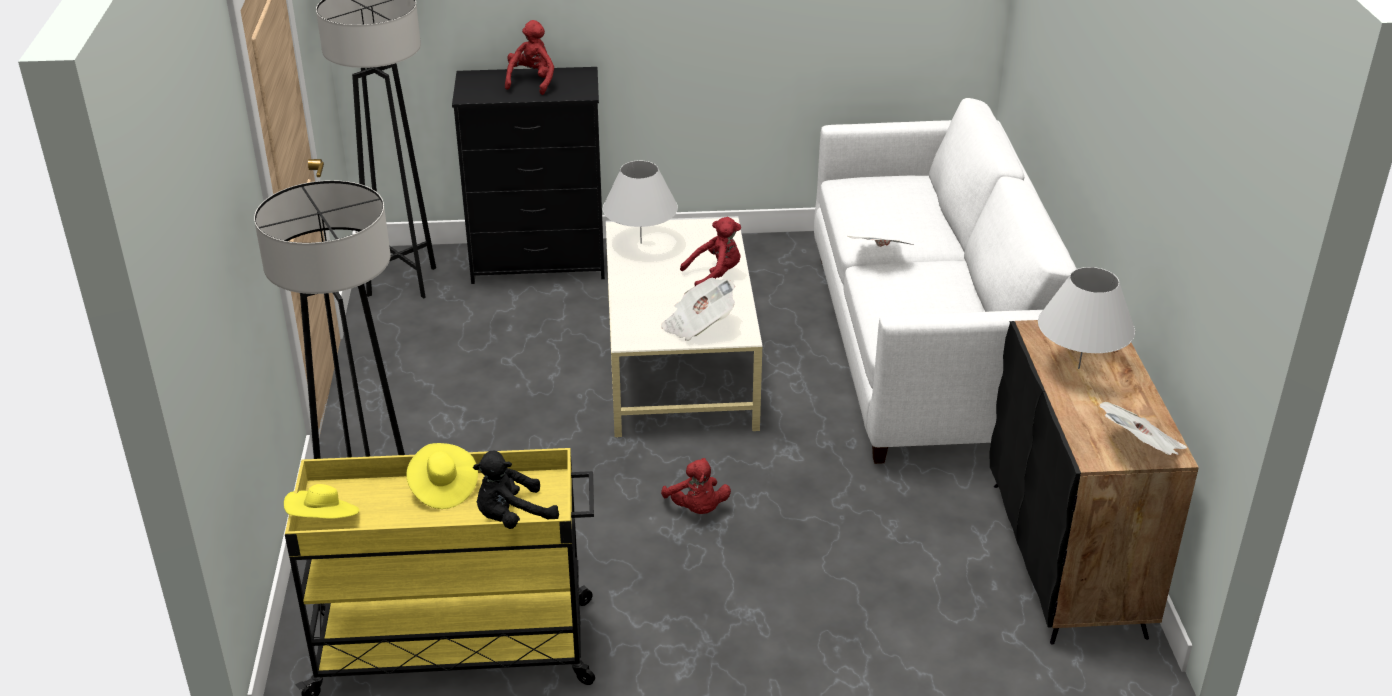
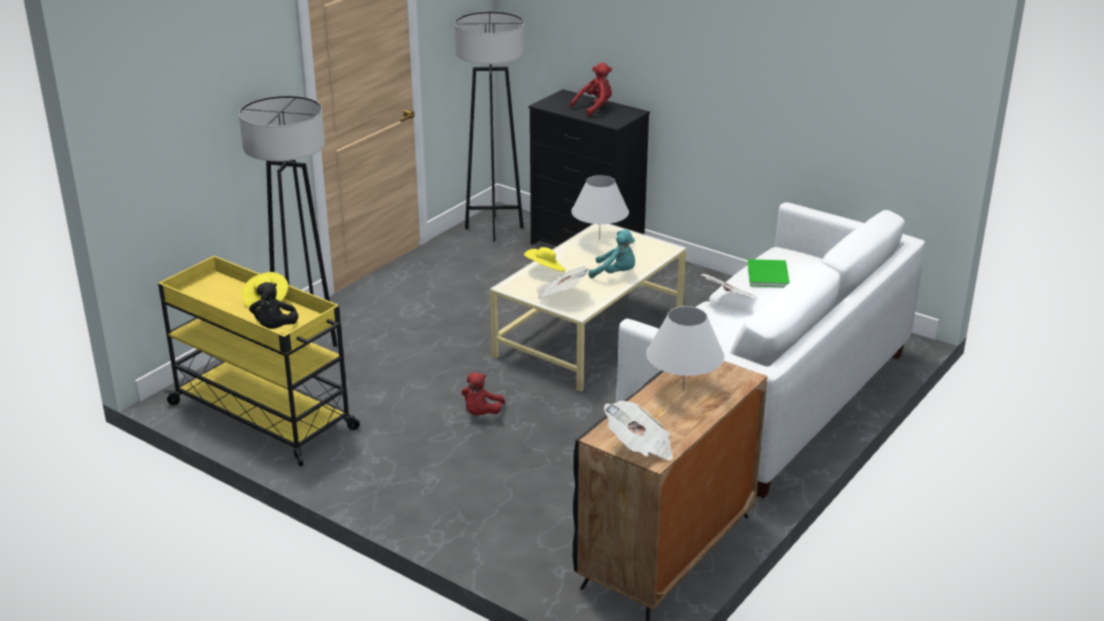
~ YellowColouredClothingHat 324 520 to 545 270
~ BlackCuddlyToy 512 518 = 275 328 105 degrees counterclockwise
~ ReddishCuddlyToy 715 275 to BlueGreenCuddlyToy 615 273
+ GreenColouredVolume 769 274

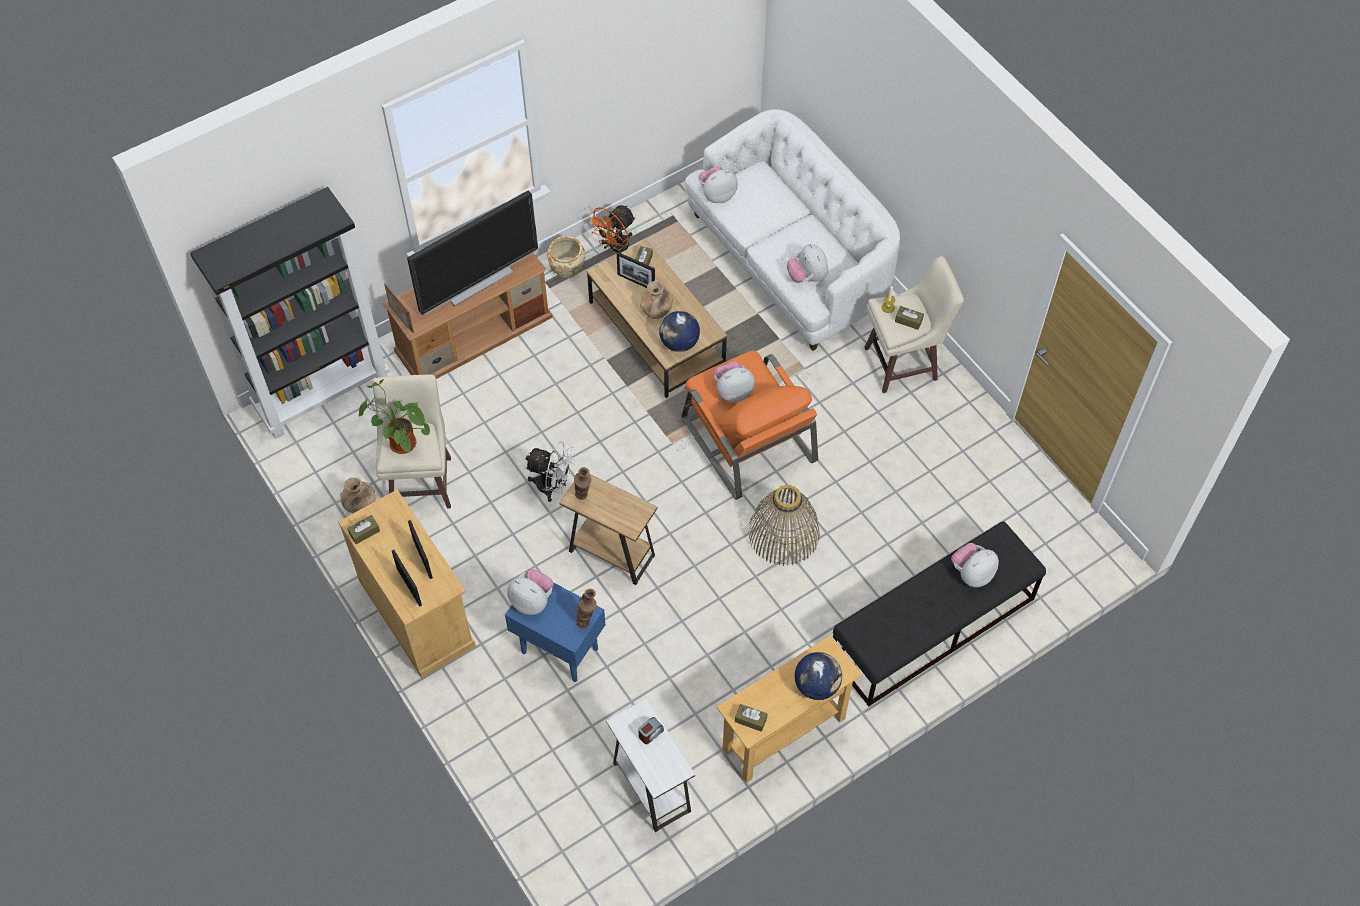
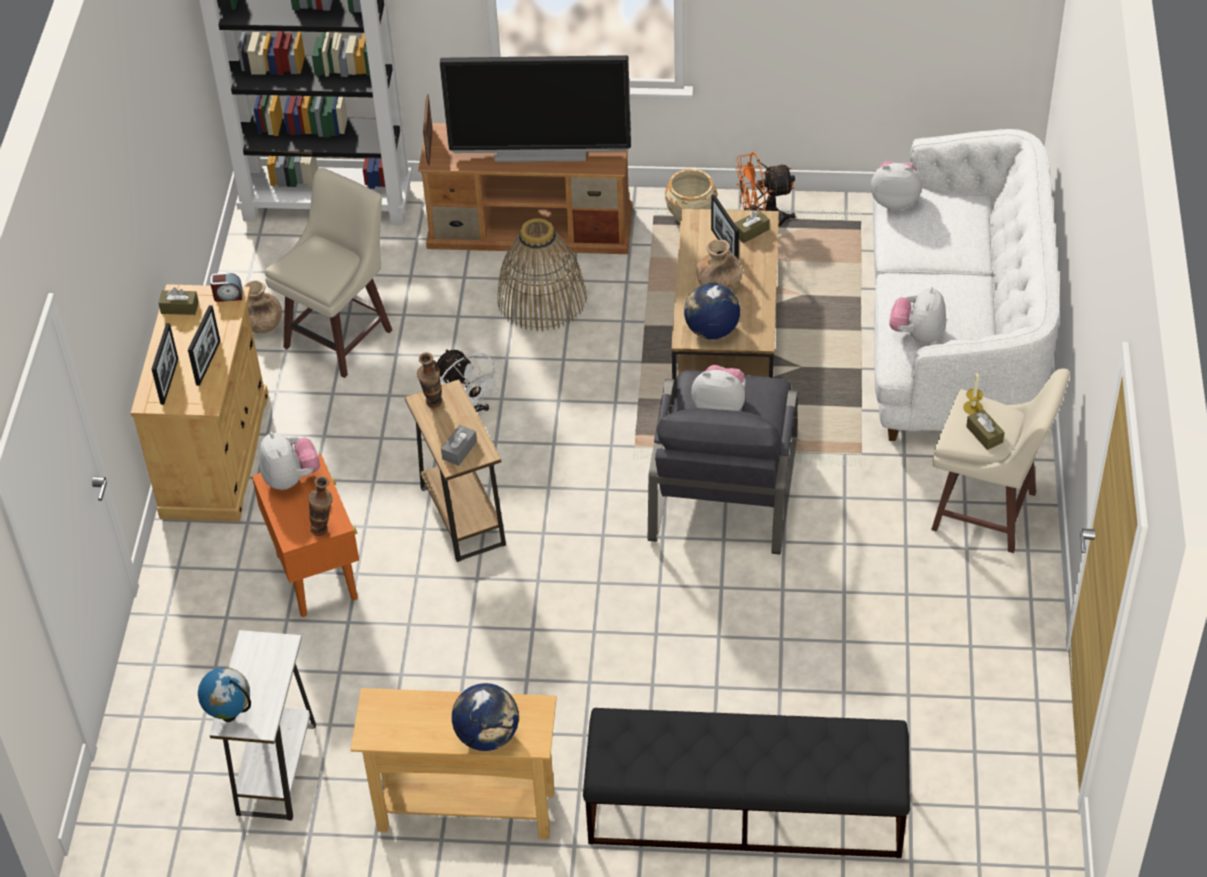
- PottedPlant 400 444
~ BlueSideTable 559 650 to OrangeySideTable 317 576
~ TableClock 650 734 to 228 295
~ OrangeyArmchair 747 438 to GreyishArmchair 723 488
- BrownColouredTissueHolder 750 720
~ StorageBasket 783 534 to 542 299
- CuddlyToy 972 574
+ WorldGlobe 230 715
+ GreyishTissueHolder 459 450

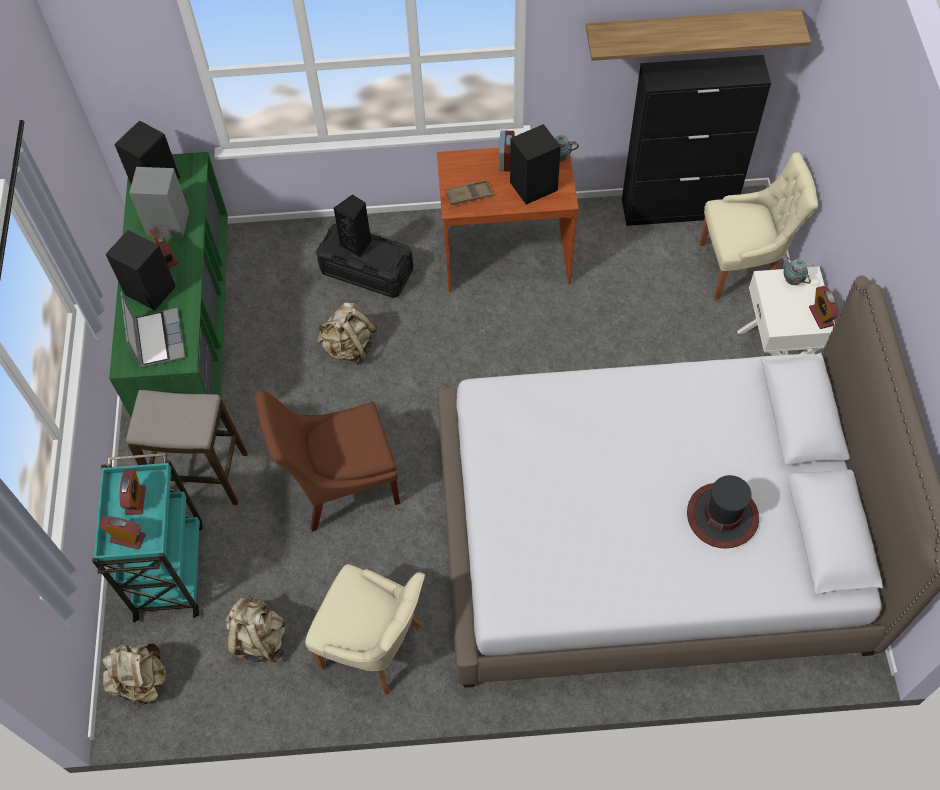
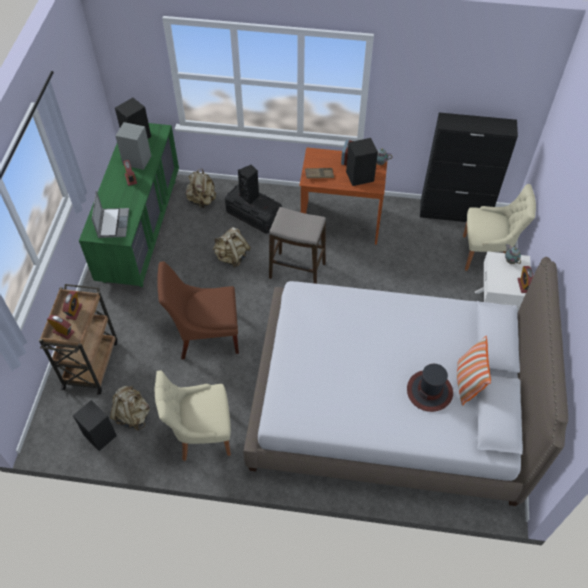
~ BlueGreenCart 169 568 to BrownColouredCart 91 363
~ BeigeKnapsack 141 681 to 202 200
~ BlackAudioSpeaker 151 291 to 100 435
~ SittingStool 202 476 to 297 271
~ BeigeChair 375 646 = 201 434 135 degrees clockwise
- WallShelf 690 31
+ ThrowPillow 467 382

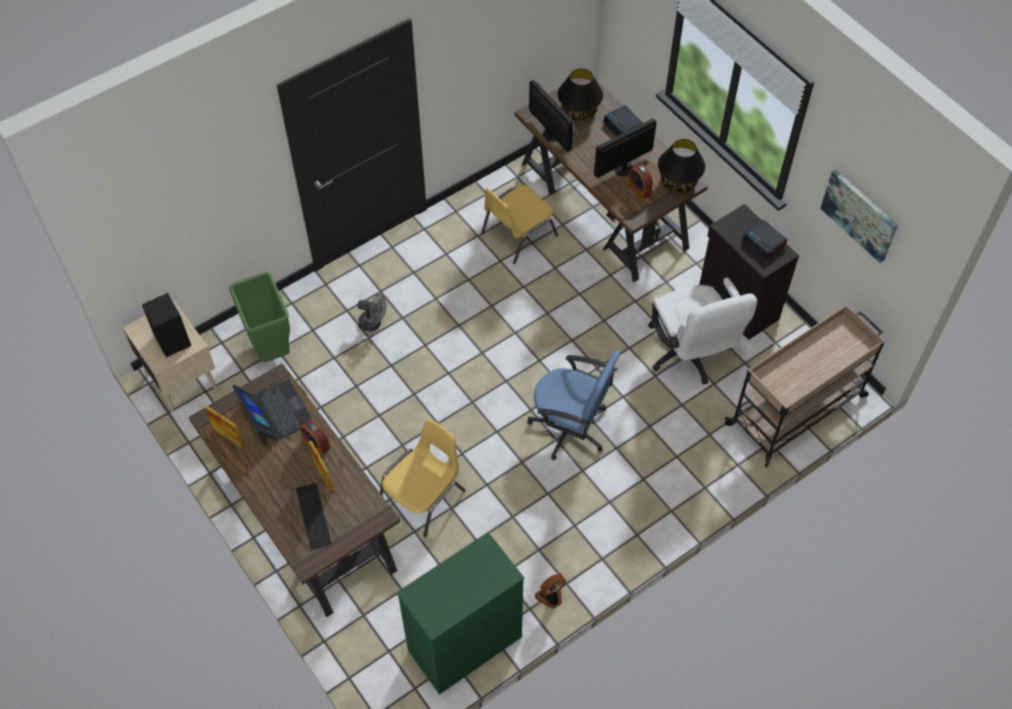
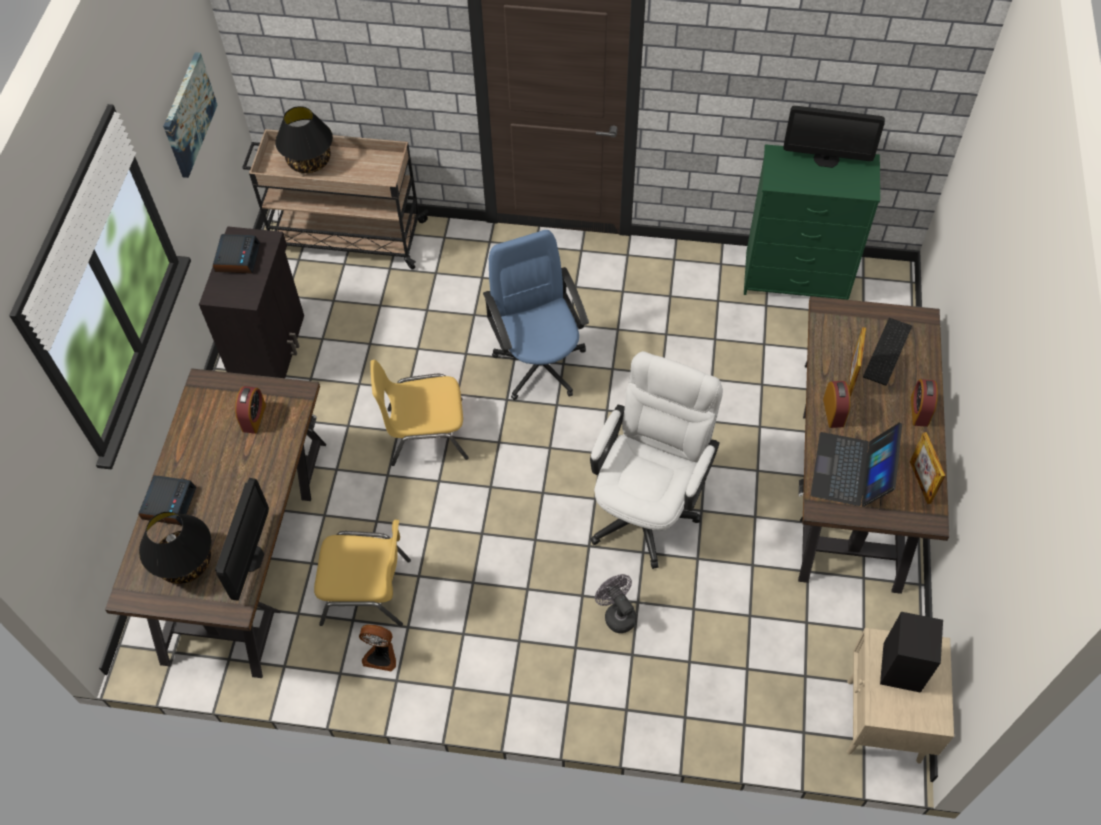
- GreenColouredWasteBin 271 349
~ YellowColouredChair 424 496 to 425 432
~ CoolingFan 551 597 to 381 655
~ Monitor 624 169 to 826 159
~ WhitishOfficeChair 690 355 to 647 505
~ BlackTableLamp 678 181 to 309 162
+ TableClock 919 411

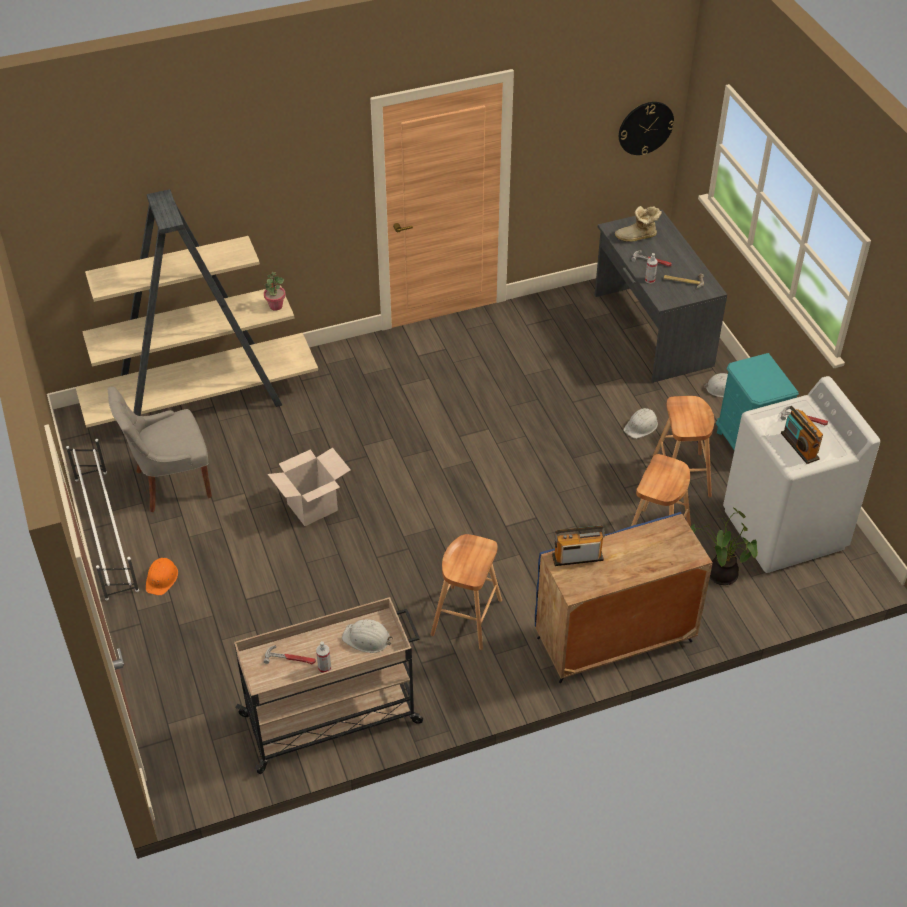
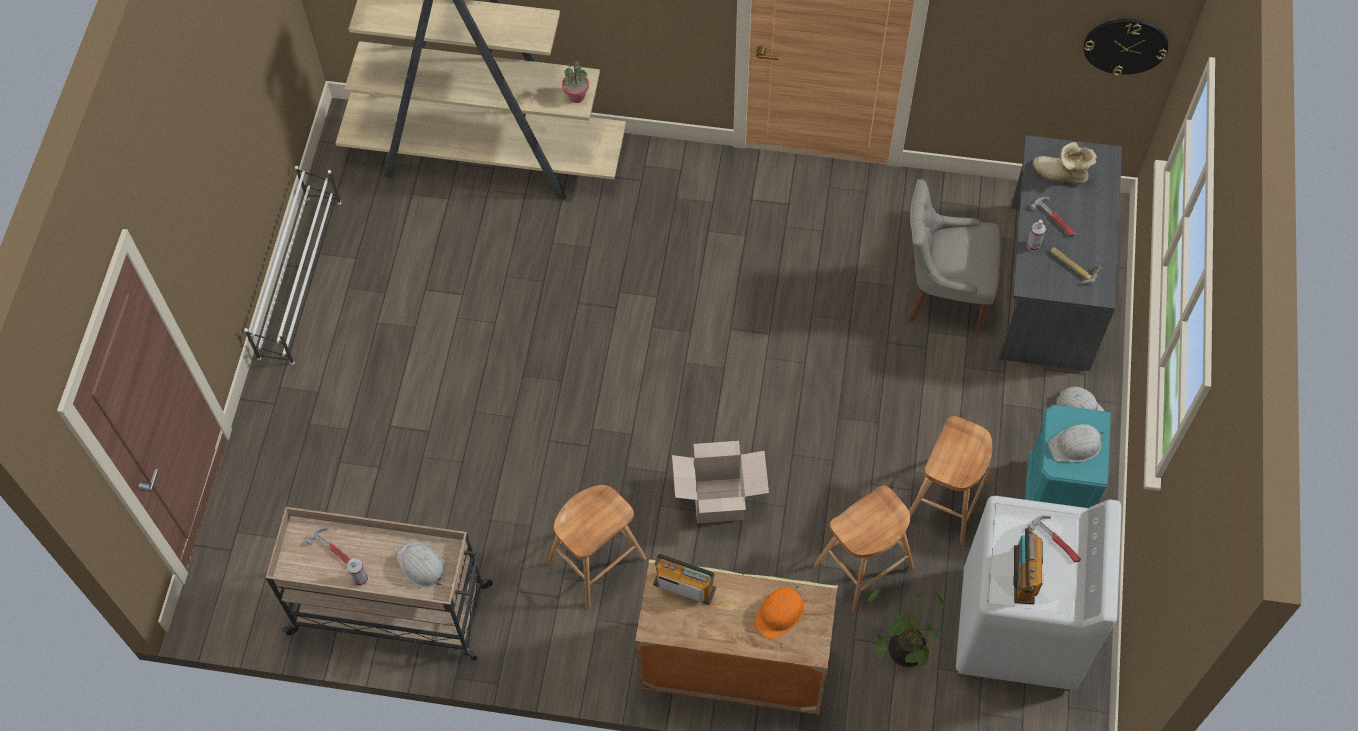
~ GreyishChair 171 483 to 943 294
~ OrangeyHardHat 162 578 to 780 613
~ Carton 312 507 to 718 501
~ BlueCupboard 613 640 to BeigeCupboard 732 668
~ WhitishHardHat 641 426 to 1076 445

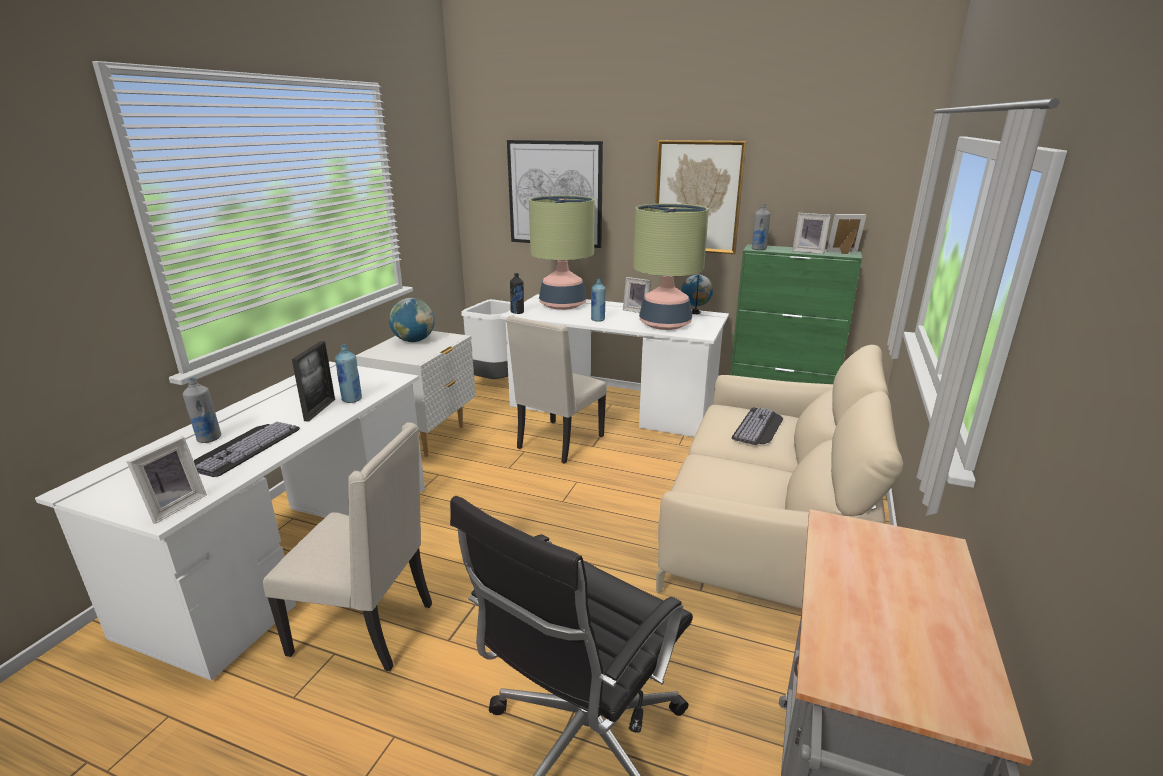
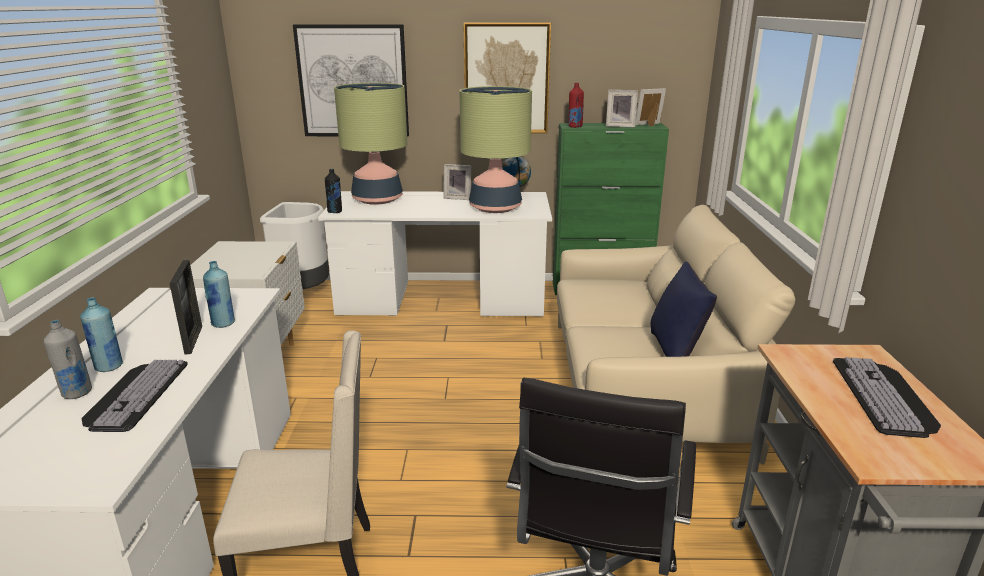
- PictureFrame 174 506
- WorldGlobe 414 341
- BeigeChair 558 443
~ BlueBottle 598 320 to 109 367
~ ComputerKeyboard 759 427 to 886 397
~ GreyishBottle 758 249 to ReddishBottle 575 126
+ BlueThrowPillow 676 351

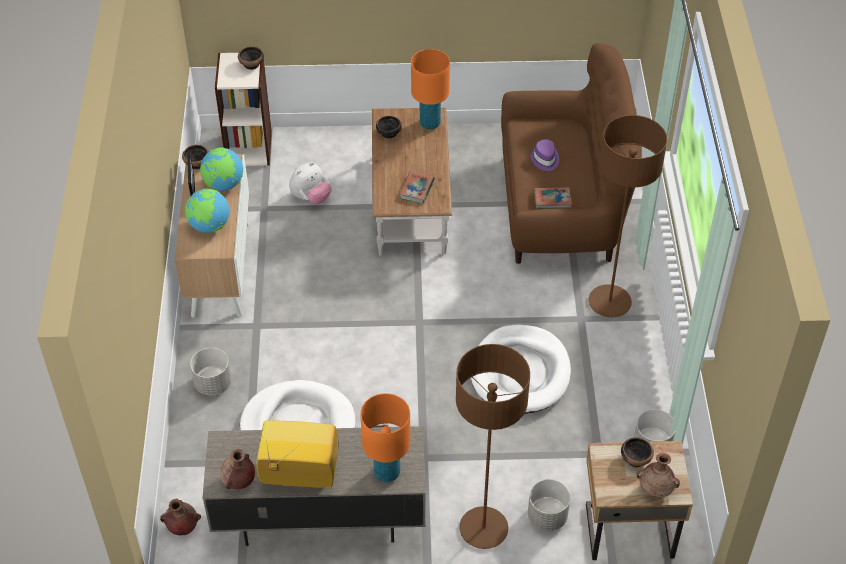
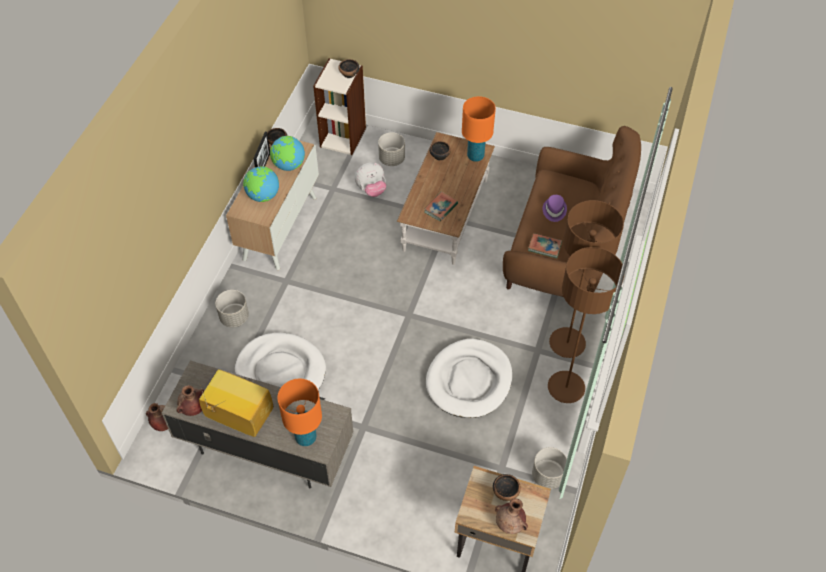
~ BrownColouredStandardLamp 483 529 to 566 388
~ GreyishPlanter 547 517 to 392 159

